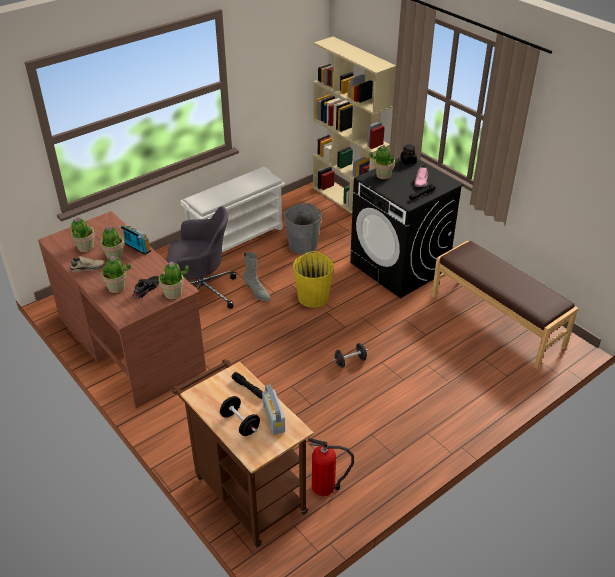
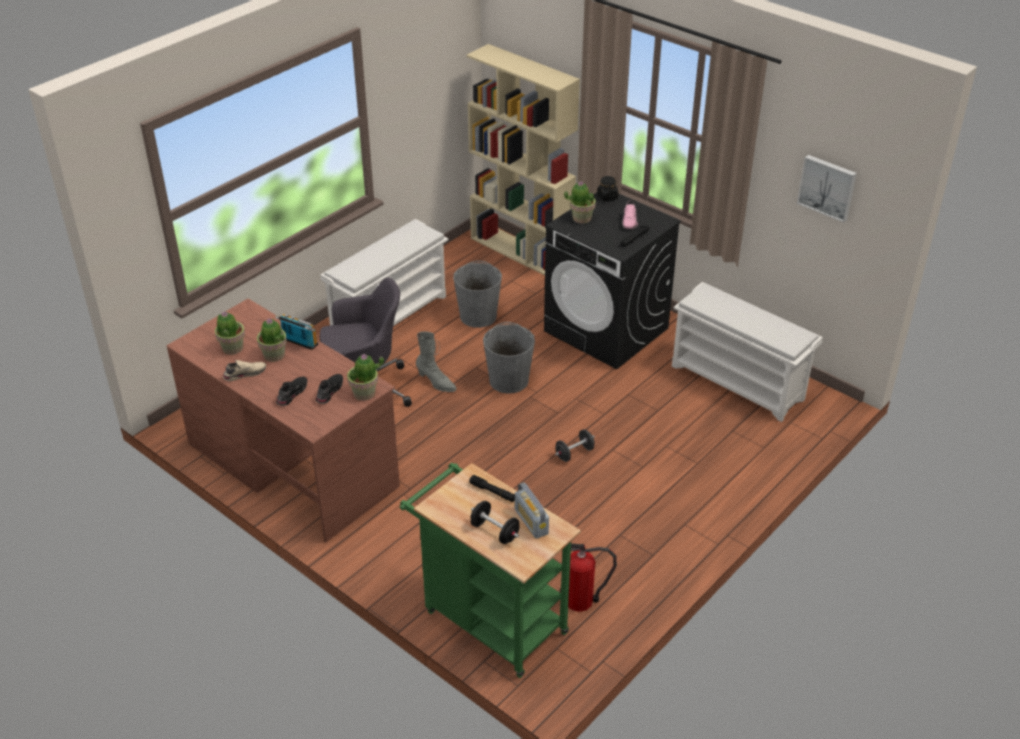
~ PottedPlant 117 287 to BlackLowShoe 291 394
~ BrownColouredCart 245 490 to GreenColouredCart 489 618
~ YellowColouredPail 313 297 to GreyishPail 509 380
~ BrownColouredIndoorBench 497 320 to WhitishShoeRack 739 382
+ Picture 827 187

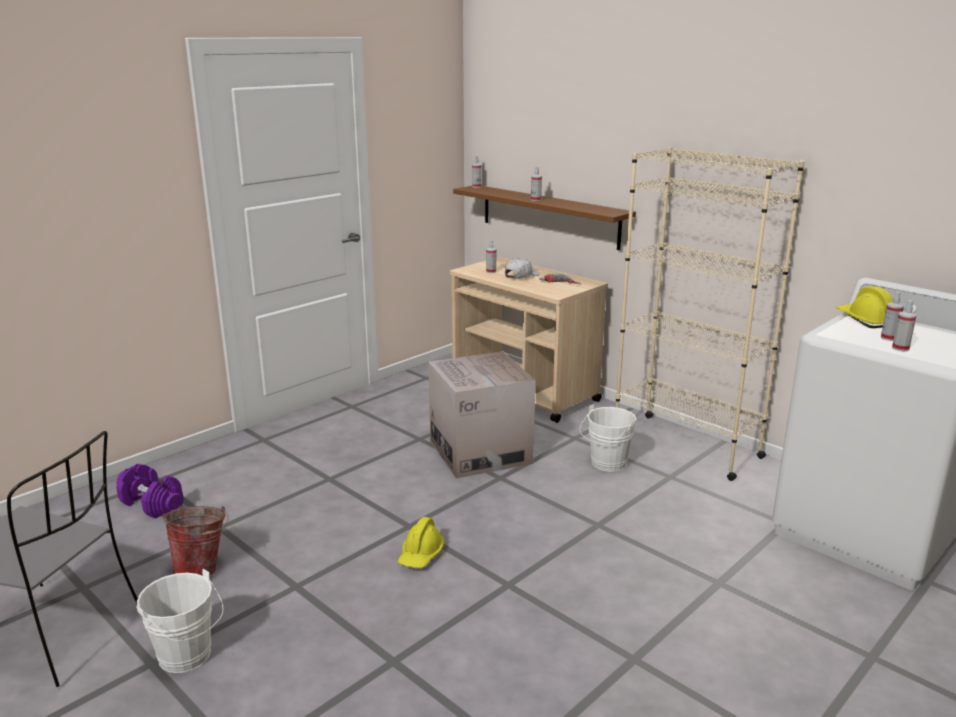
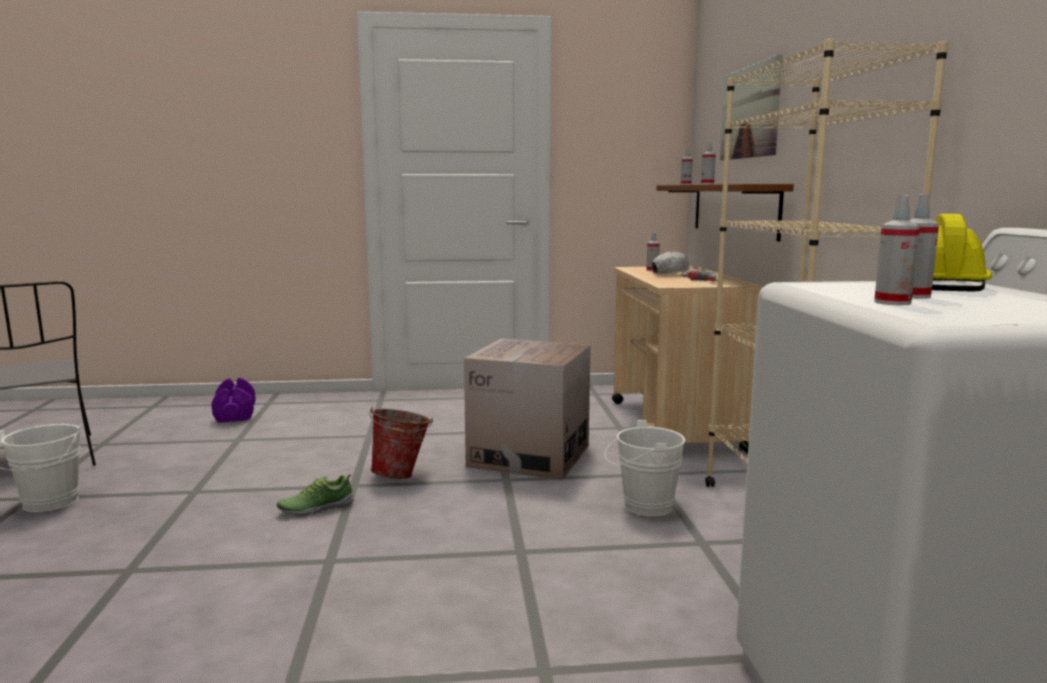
~ Pail 203 568 to 402 475
~ YellowColouredHardHat 421 555 to LowShoe 316 508
+ Picture 750 112

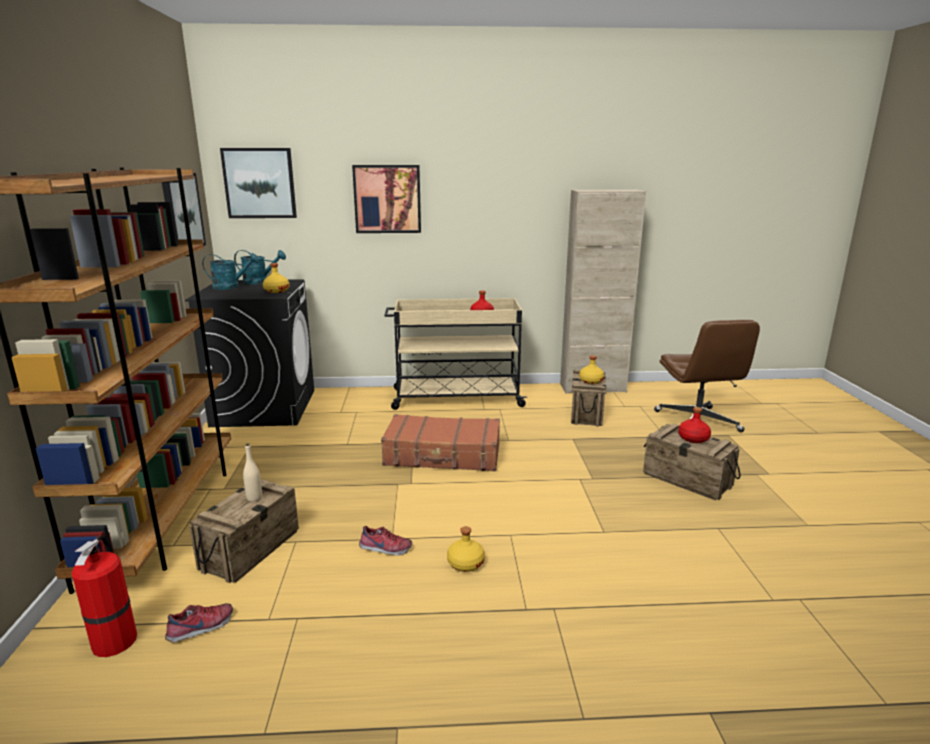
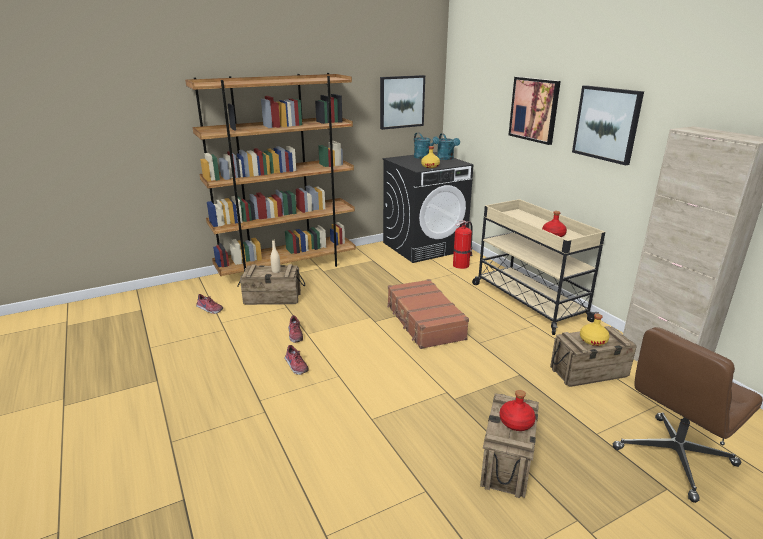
~ FireFightingCylinder 115 639 to 461 265
~ Picture 259 183 to 607 124
~ YellowColouredBottle 465 563 to LowShoe 295 366

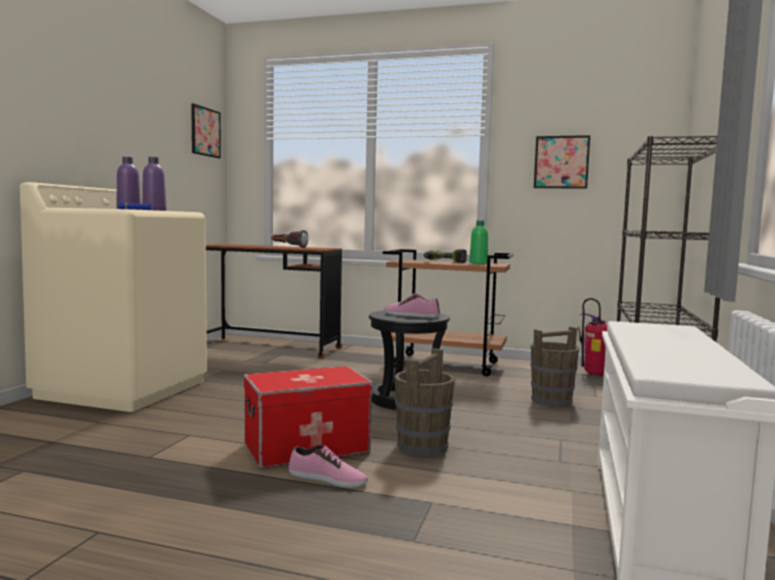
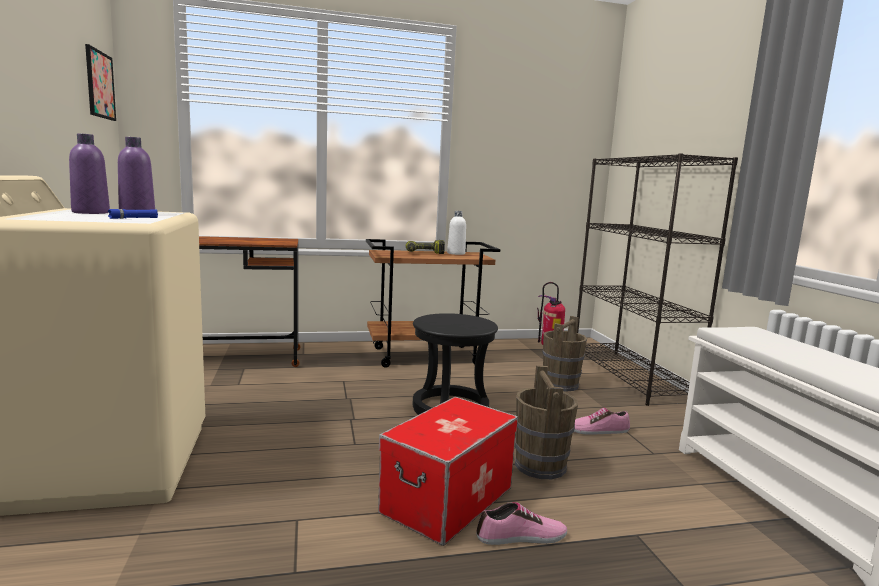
- Flashlight 288 247
~ LowShoe 411 315 to 597 430
~ GreenColouredBottle 478 263 to WhitishBottle 456 253
- Picture 561 162

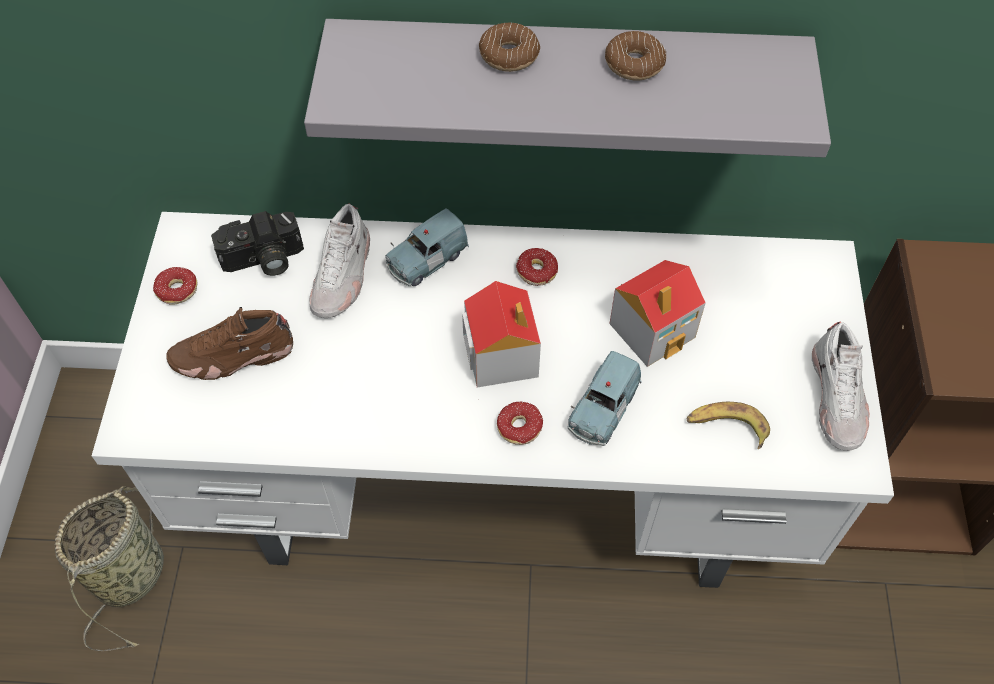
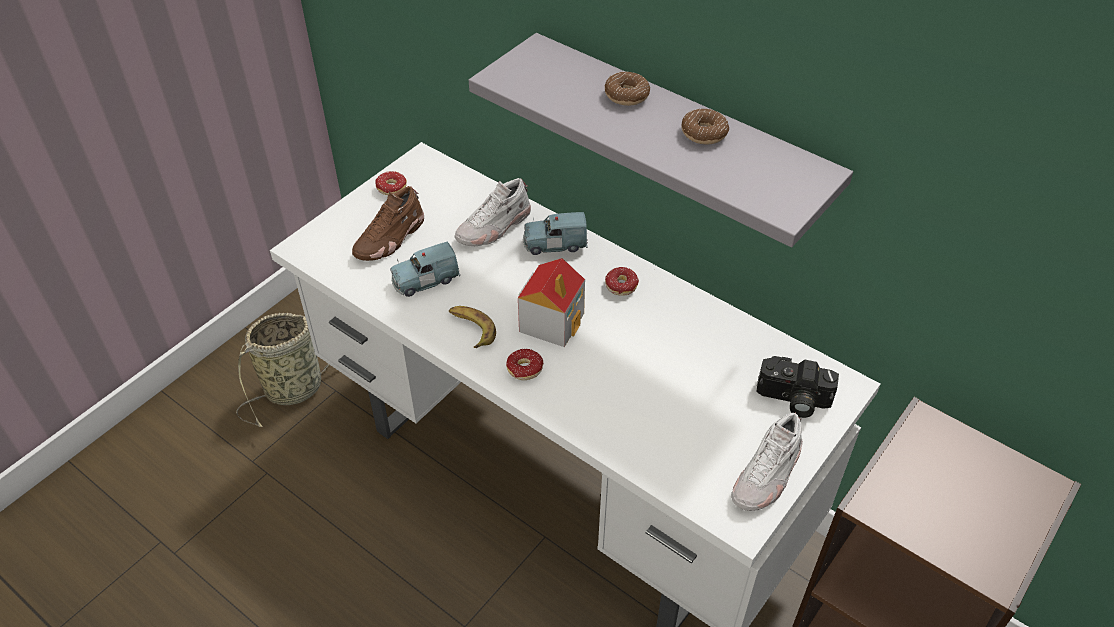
~ BrownColouredLowShoe 233 356 = 390 238 75 degrees counterclockwise
~ PhotoCamera 263 260 to 793 400
~ BlueToyCar 602 410 to 425 280
- MiniatureHouse 653 329
~ Banana 726 427 to 471 329

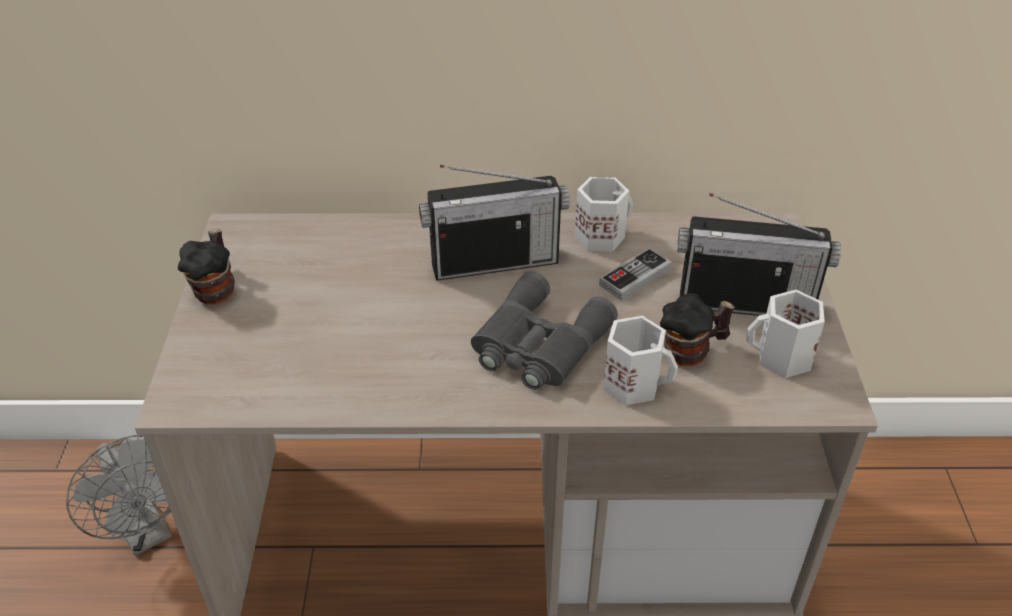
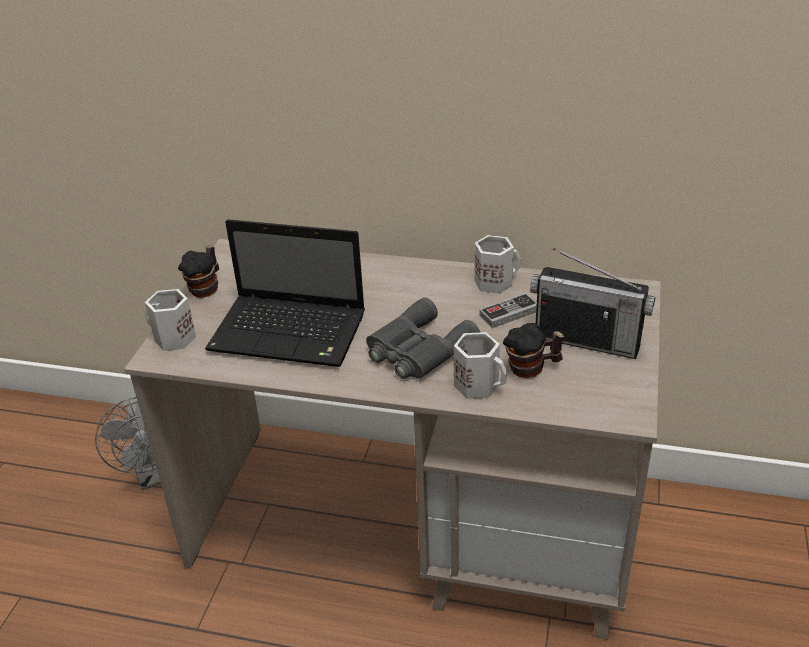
- Radio 494 262
~ WhitishCoffeeMug 781 358 to 173 339
+ PortableComputer 291 333

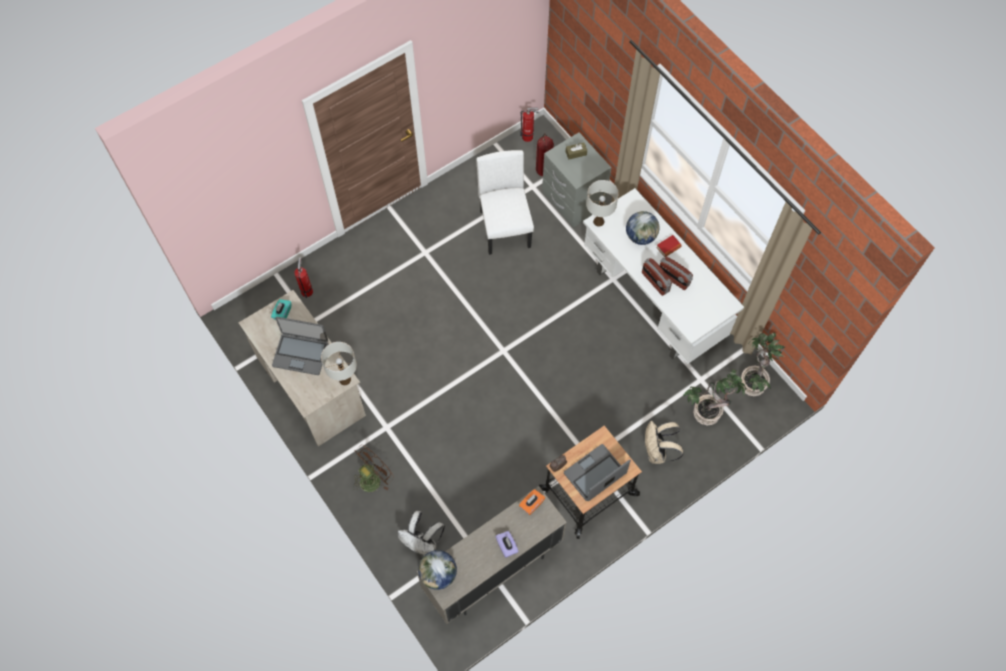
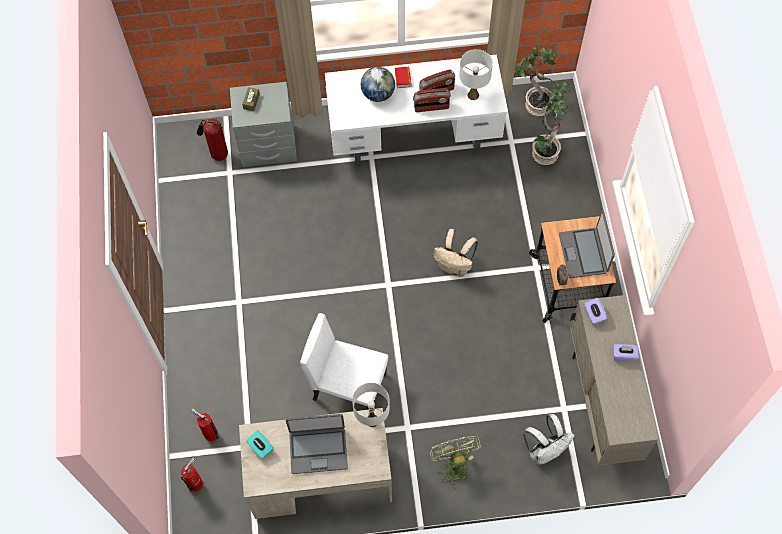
~ PortableComputer 301 354 = 318 450 45 degrees clockwise
~ BrownColouredCoolingFan 373 478 to GreenColouredCoolingFan 454 464
- WorldGlobe 438 574
~ WhitishChair 505 229 to 349 386
~ OrangeyTissueHolder 531 504 to PurpleTissueHolder 593 315
~ FireFightingCylinder 529 137 to 197 482
~ WhitishTableLamp 598 221 to 473 95
~ BeigeKnapsack 657 452 to 455 266

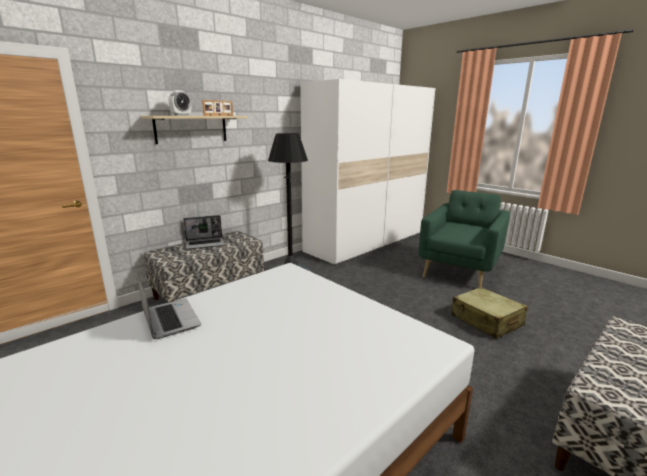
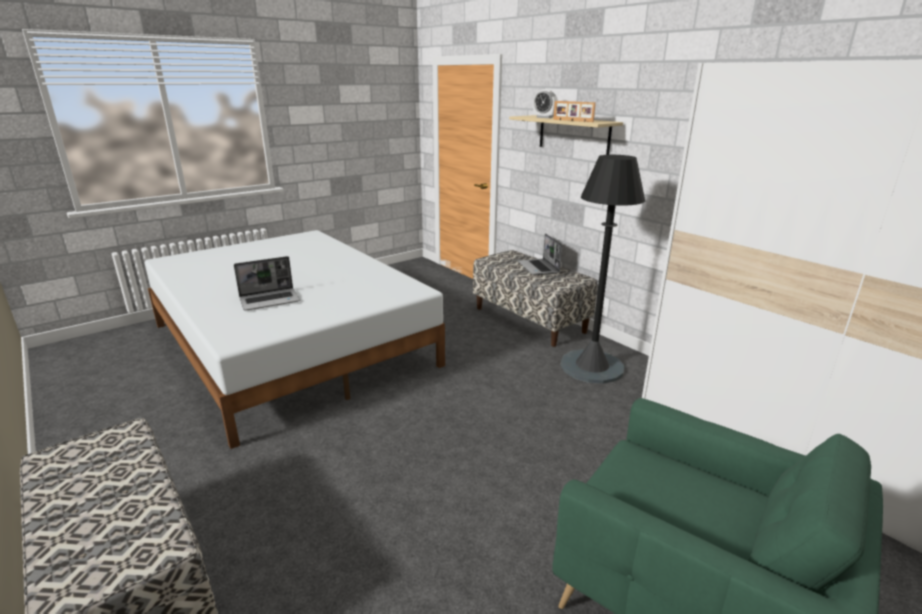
~ PortableComputer 169 319 to 270 300
- BeigePieceOfLuggage 486 321

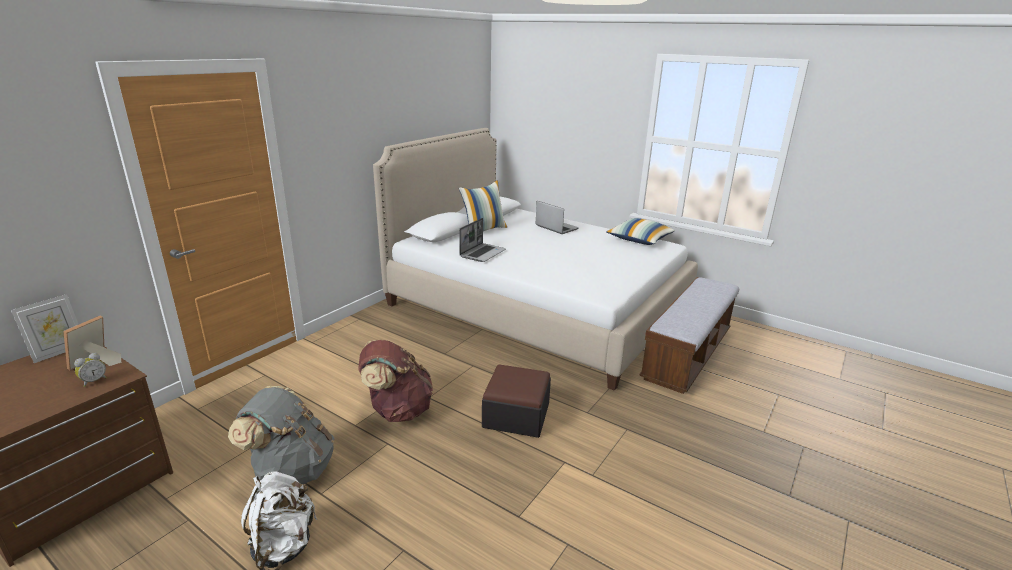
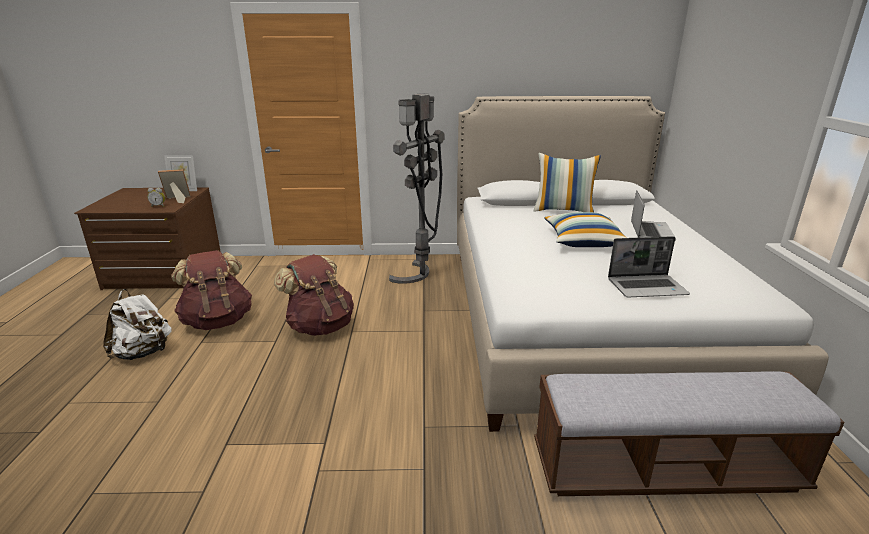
~ GreyishKnapsack 292 471 to BrownColouredKnapsack 218 321
~ PortableComputer 482 253 to 647 287
- Footrest 516 415
~ ThrowPillow 639 240 to 583 241
+ GreyishStandardLamp 419 276

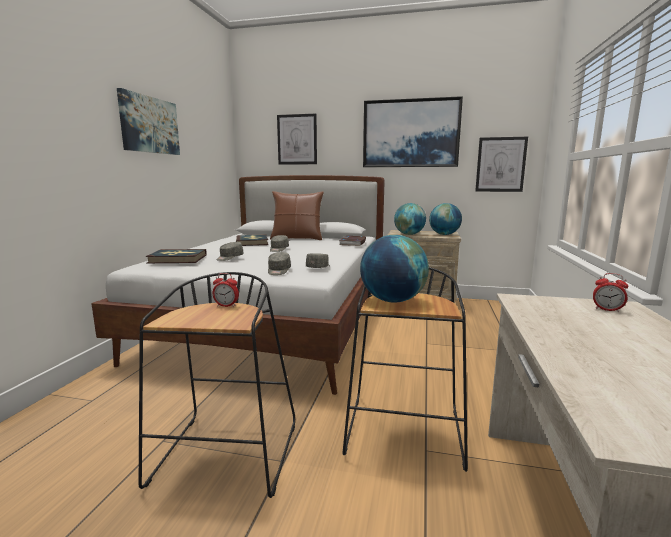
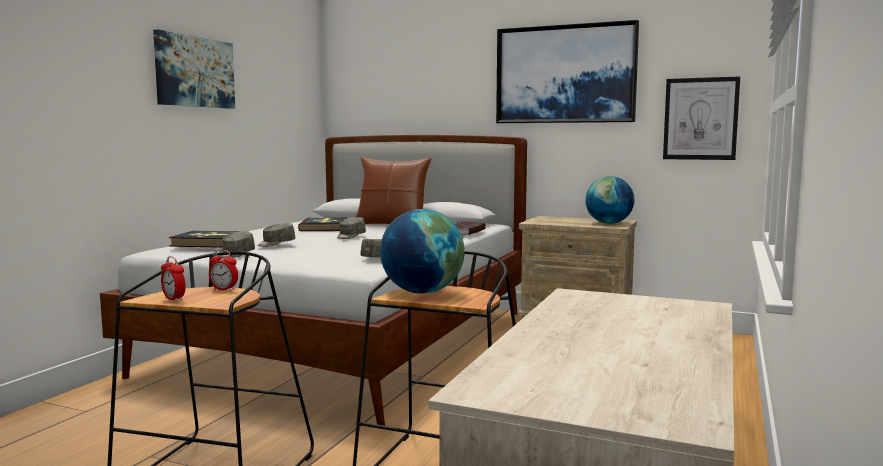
~ GreyishBaseballCap 278 271 to 236 254
- Picture 297 139
- WorldGlobe 409 234
~ TableClock 607 310 to 174 299

